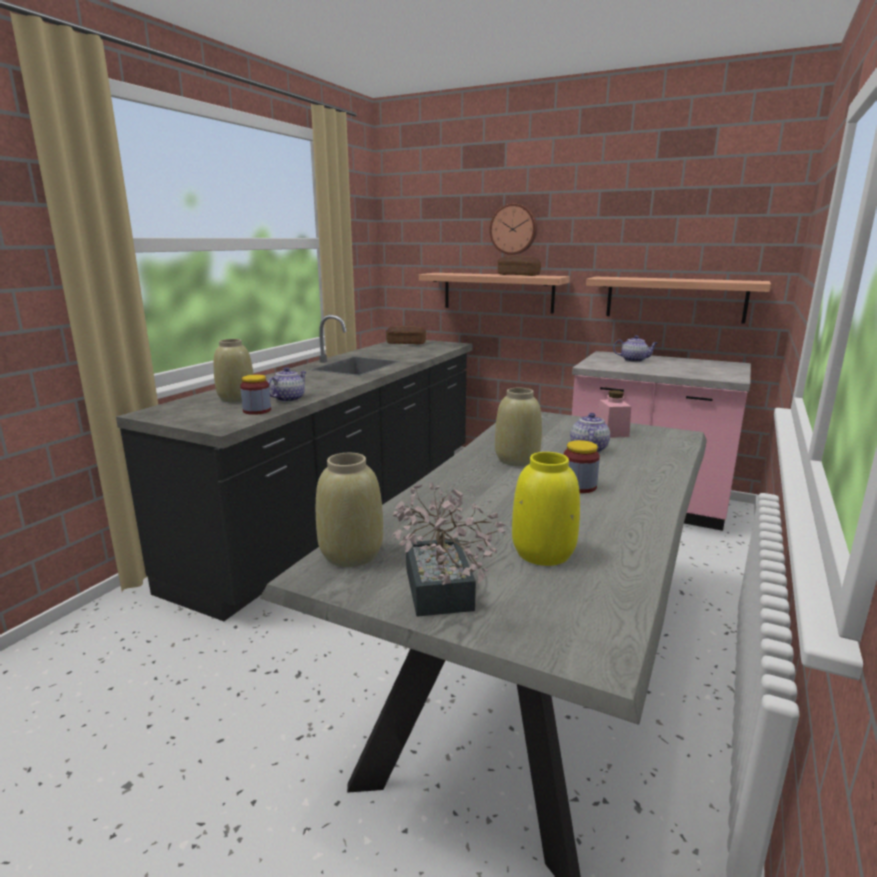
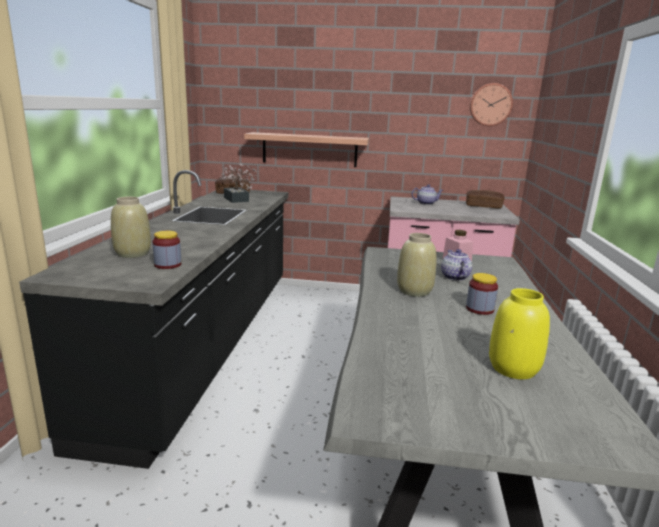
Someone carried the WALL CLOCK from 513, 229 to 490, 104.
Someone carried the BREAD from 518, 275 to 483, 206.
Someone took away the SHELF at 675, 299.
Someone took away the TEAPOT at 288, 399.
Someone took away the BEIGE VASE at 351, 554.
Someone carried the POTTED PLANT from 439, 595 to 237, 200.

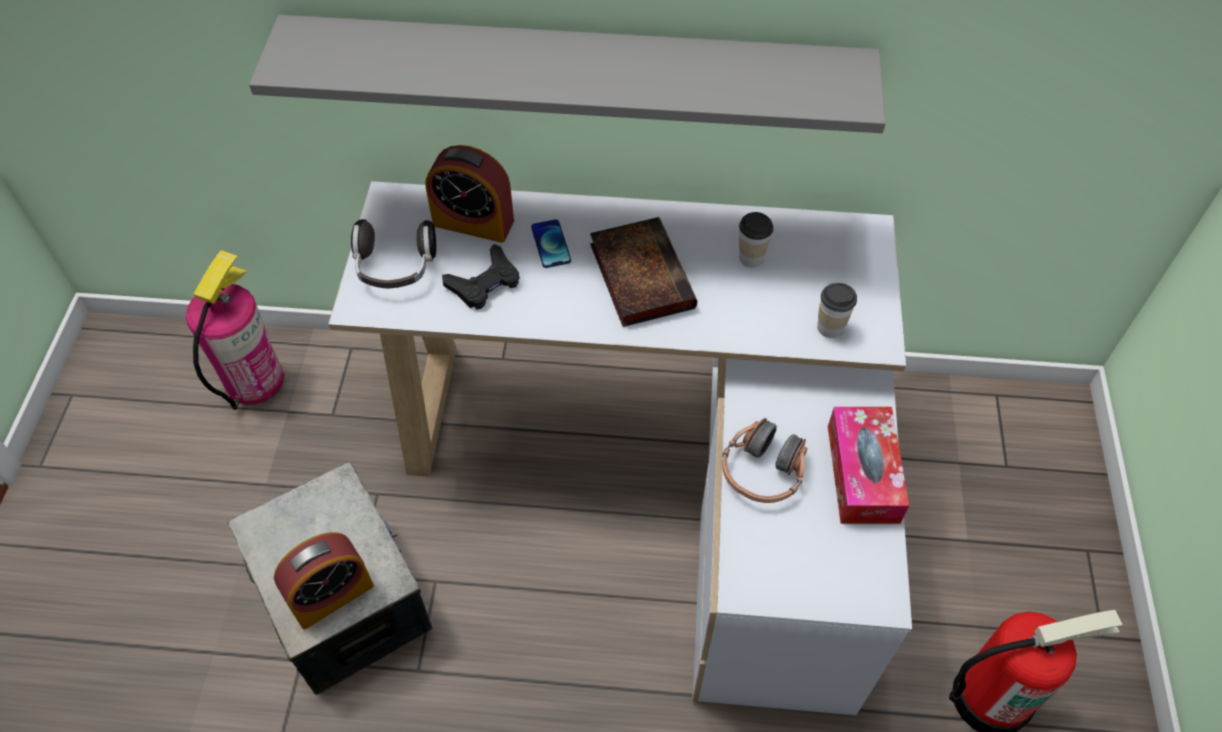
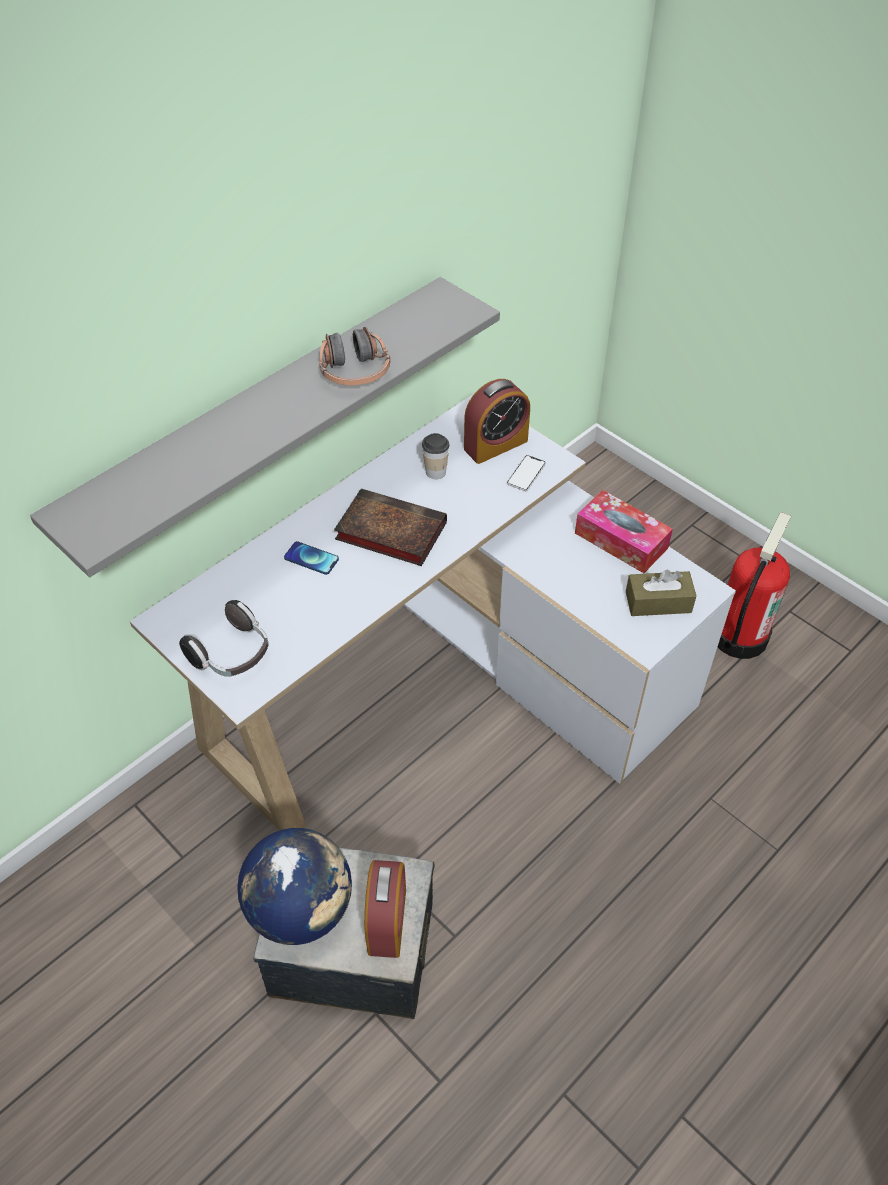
Someone carried the ALARM CLOCK from 473, 222 to 495, 445.
Someone took away the BLACK GAME CONTROLLER at 484, 283.
Someone took away the FIRE EXTINGUISHER at 254, 380.
Someone swapped the CUP at 830, 327 for the PHONE at 526, 474.
Someone carried the HEADPHONES from 763, 471 to 354, 371.
Someone put down the BROWN TISSUE BOX at 658, 602.
Someone put down the GLOBE at 301, 909.

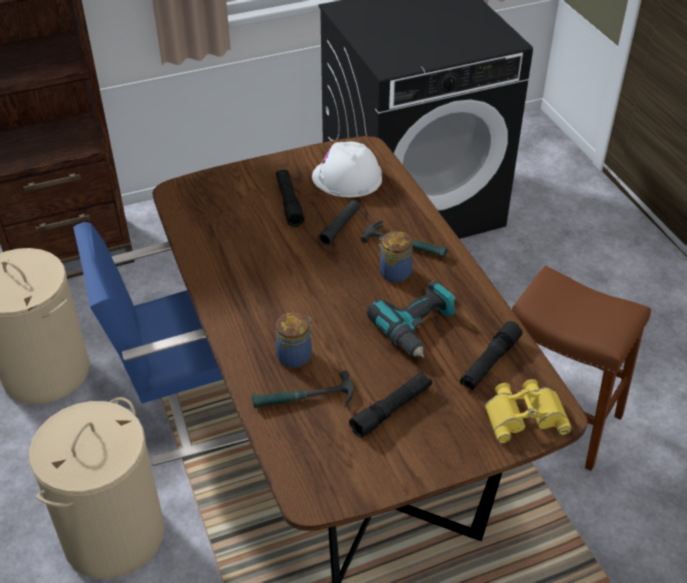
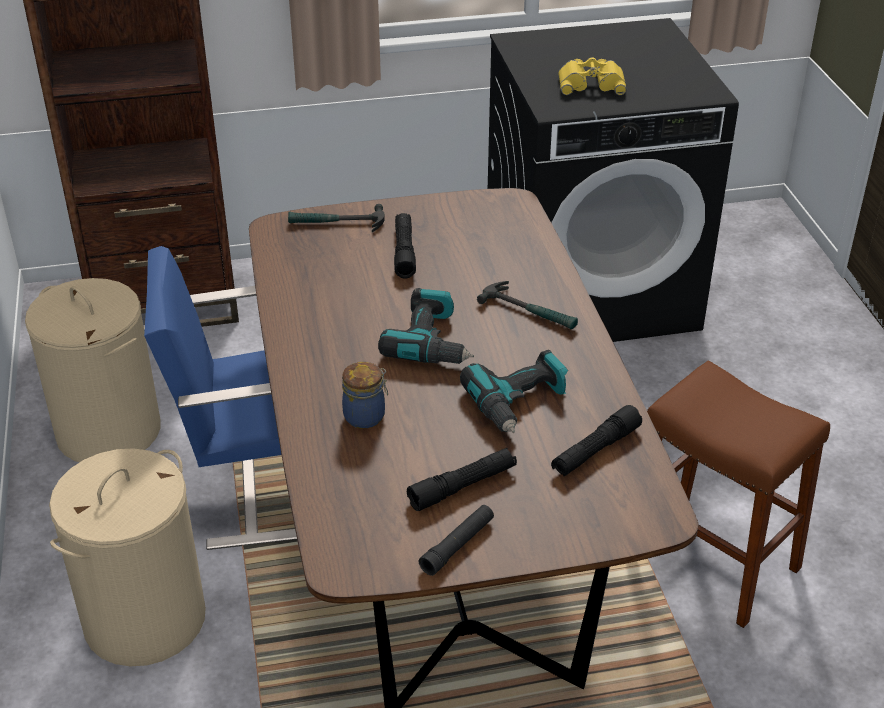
Someone took away the WHITE HARD HAT at 347, 178.
Someone carried the BLACK FLASHLIGHT from 340, 227 to 457, 545.
Someone took away the JAR at 394, 272.
Someone carried the HAMMER from 304, 399 to 336, 223.
Someone carried the YELLOW BINOCULARS from 524, 414 to 591, 83.
Someone put down the POWER DRILL at 431, 342.

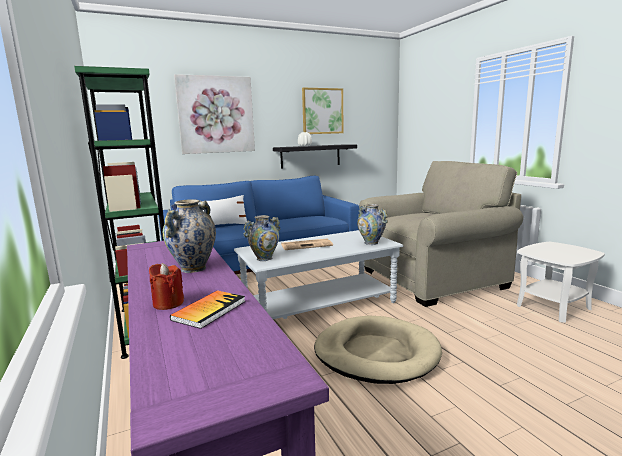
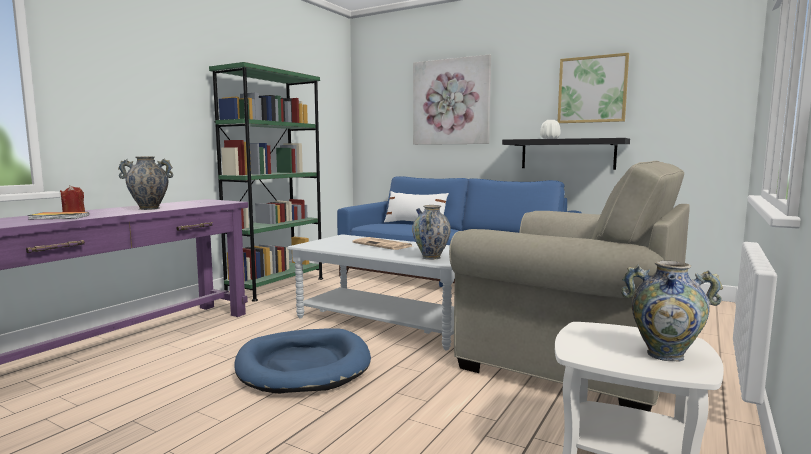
Someone carried the VASE from 264, 258 to 665, 355.
Someone repainted the BEIGE DOG BED at 376, 353, which became the BLUE DOG BED at 303, 365.

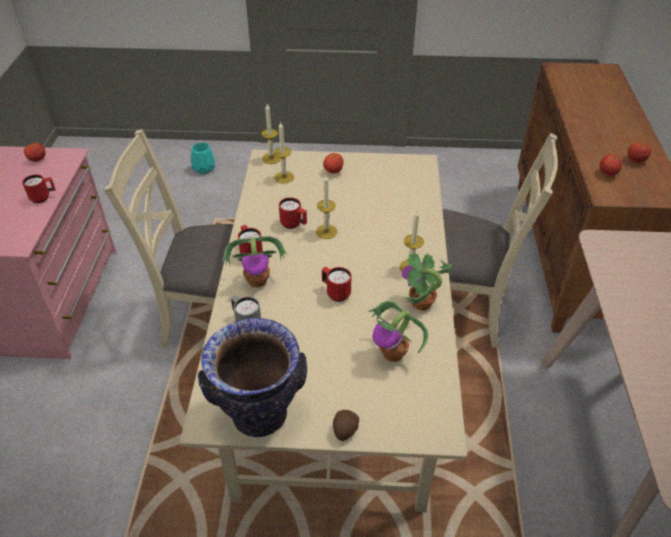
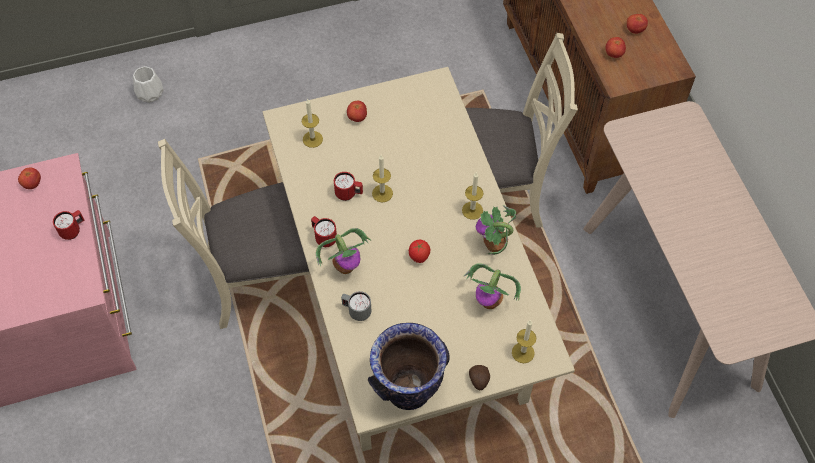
Someone carried the CANDLE from 271, 158 to 523, 352.
Someone repainted the TURQUOISE VASE at 204, 168, which became the WHITE VASE at 150, 93.
Someone swapped the RED MUG at 335, 293 for the TOMATO at 419, 257.

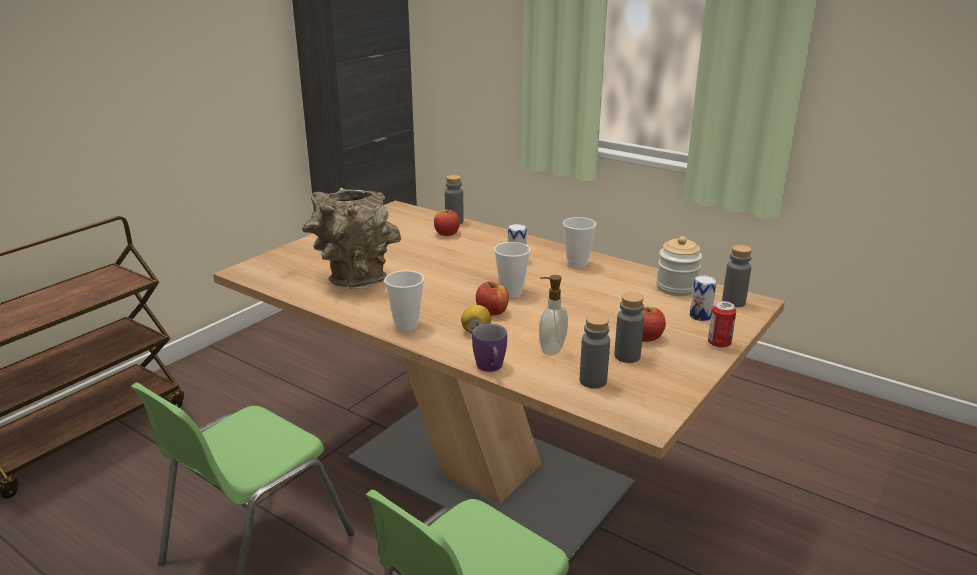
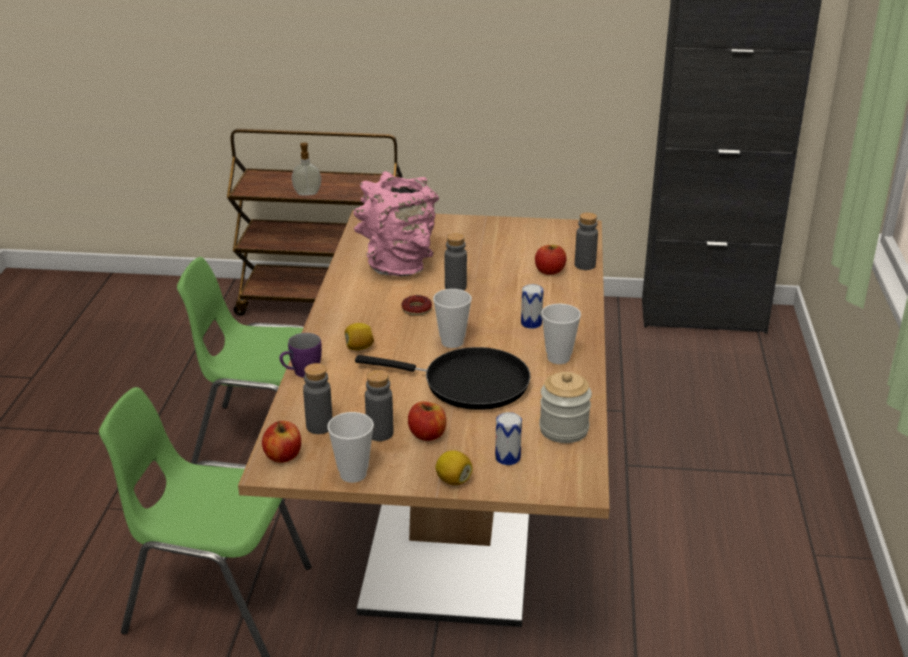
Someone repainted the BROWN VASE at 353, 280, which became the PINK VASE at 399, 265.
Someone carried the GREY BOTTLE from 733, 302 to 455, 287.
Someone carried the CUP from 406, 325 to 353, 474.
Someone carried the SOAP DISPENSER from 551, 349 to 307, 193.
Someone carried the APPLE from 492, 311 to 283, 456.
Someone swapped the CAN at 719, 344 for the LEMON at 453, 480.
Someone put down the DONUT at 416, 309.
Someone put down the BLACK FRYING PAN at 468, 384.

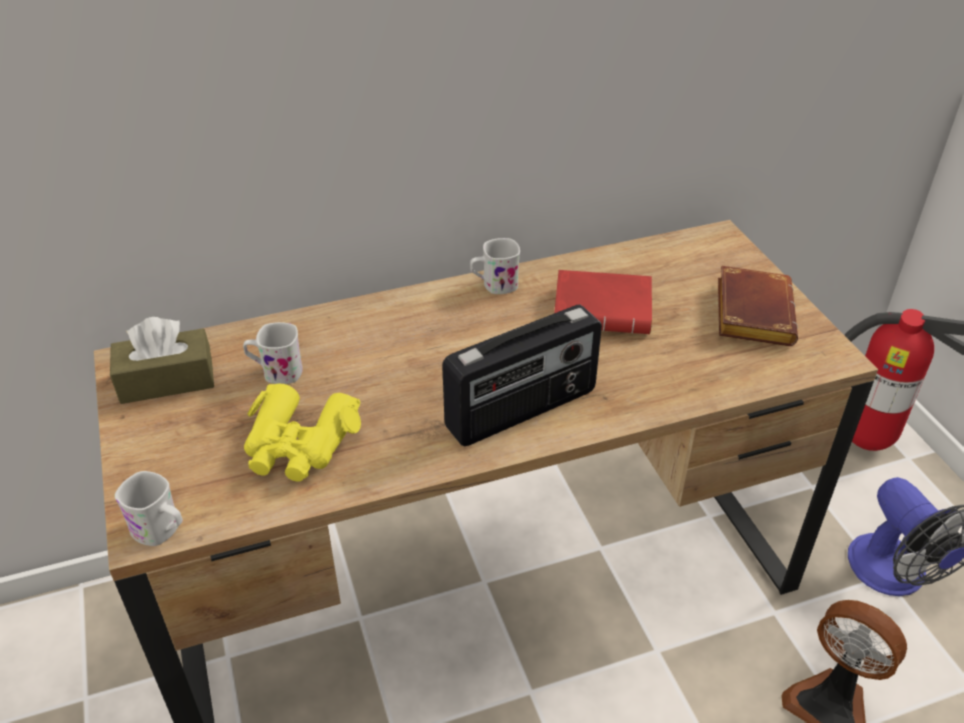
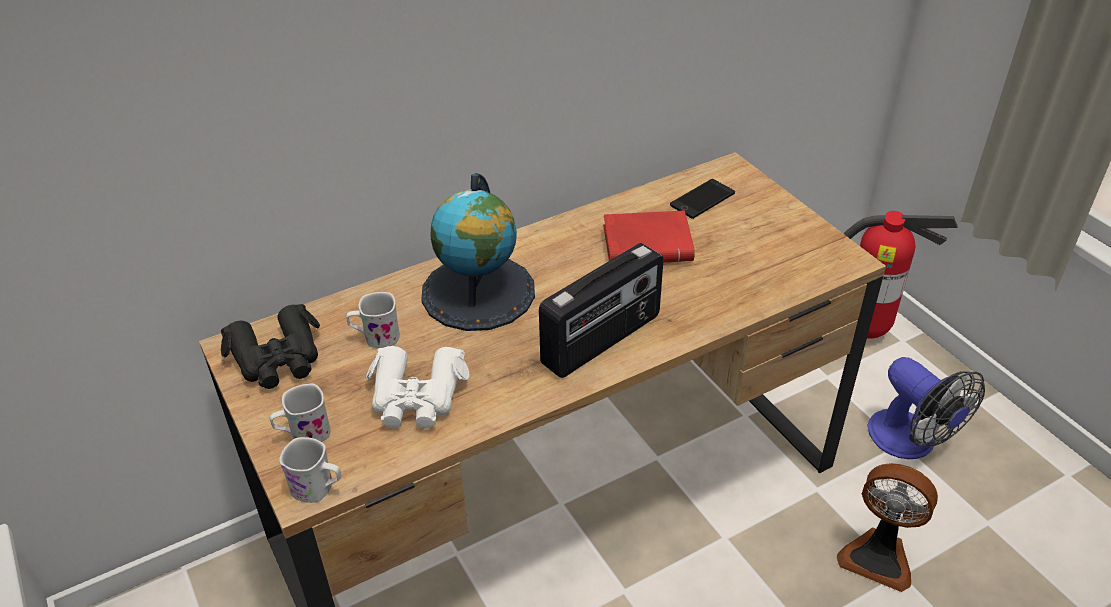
Someone carried the WHITE MUG from 494, 285 to 304, 434.
Someone took away the BROWN BOOK at 750, 312.
Someone swapped the BROWN TISSUE BOX at 167, 380 for the BLACK BINOCULARS at 277, 358.
Someone repainted the YELLOW BINOCULARS at 299, 444, which became the WHITE BINOCULARS at 416, 397.
Someone put down the GLOBE at 479, 292.
Someone put down the PHONE at 702, 199.

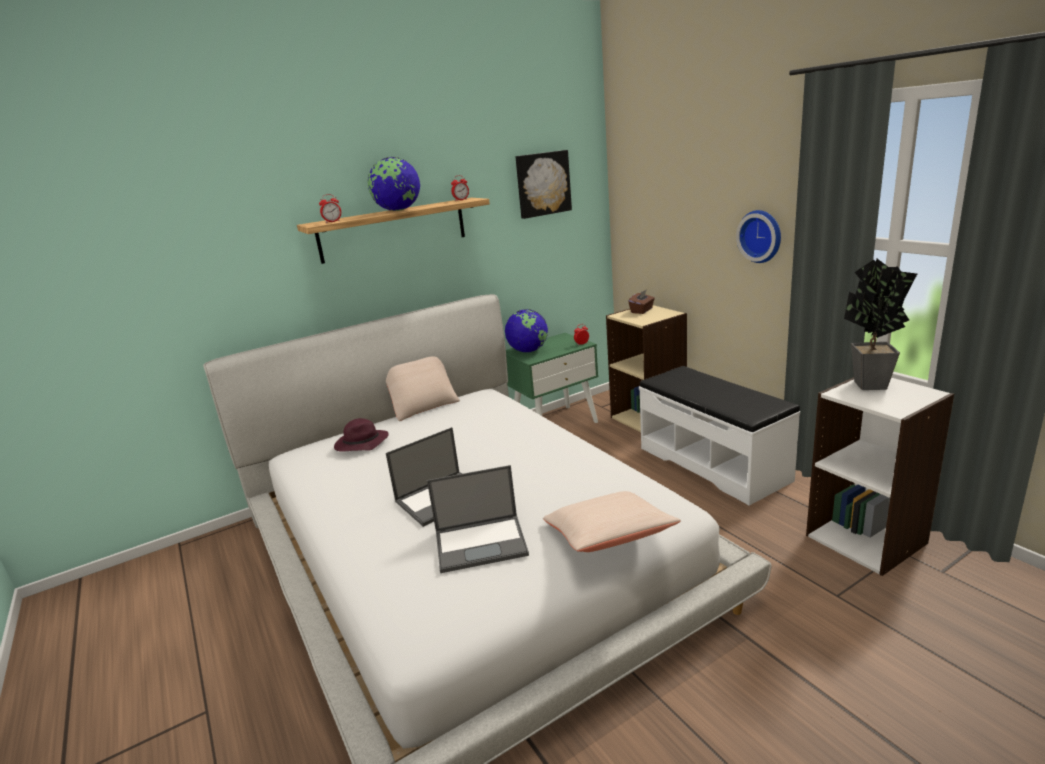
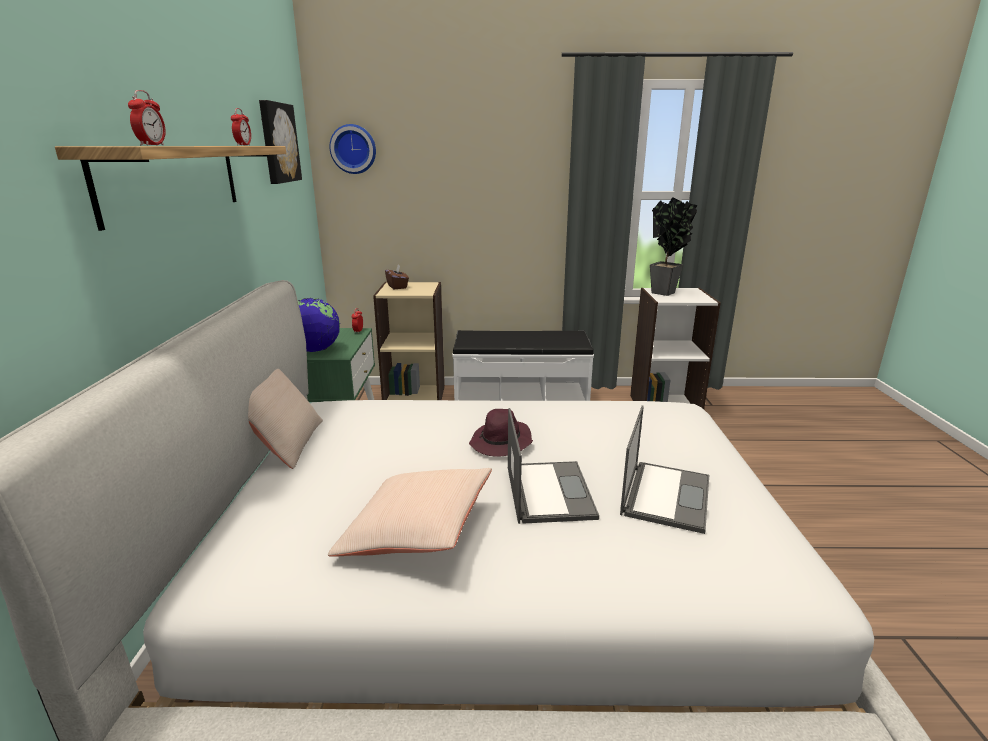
Someone took away the GLOBE at 398, 210.
Someone carried the WALL CLOCK from 761, 236 to 353, 149.
Someone carried the PURPLE HAT from 361, 444 to 501, 443.
Someone carried the BEIGE PILLOW from 608, 537 to 416, 531.

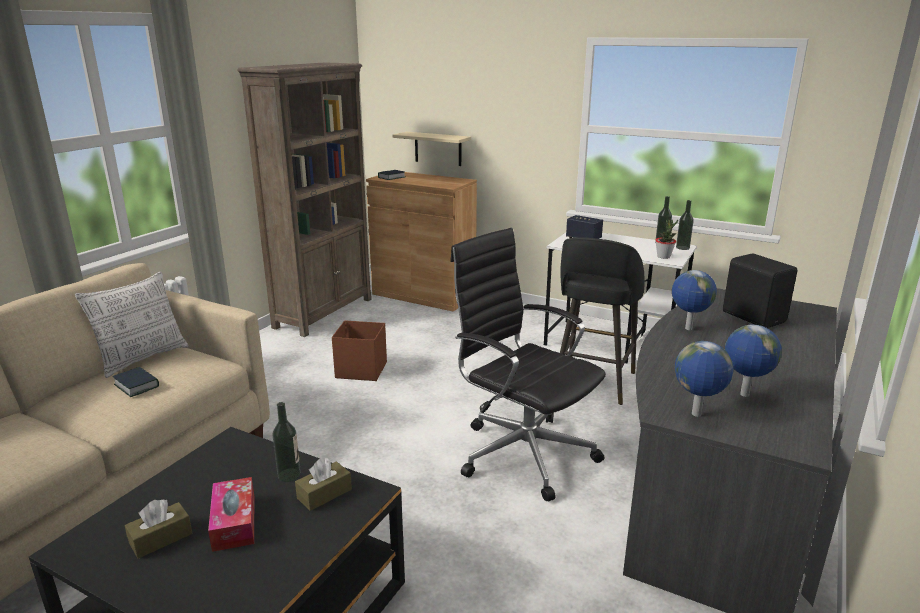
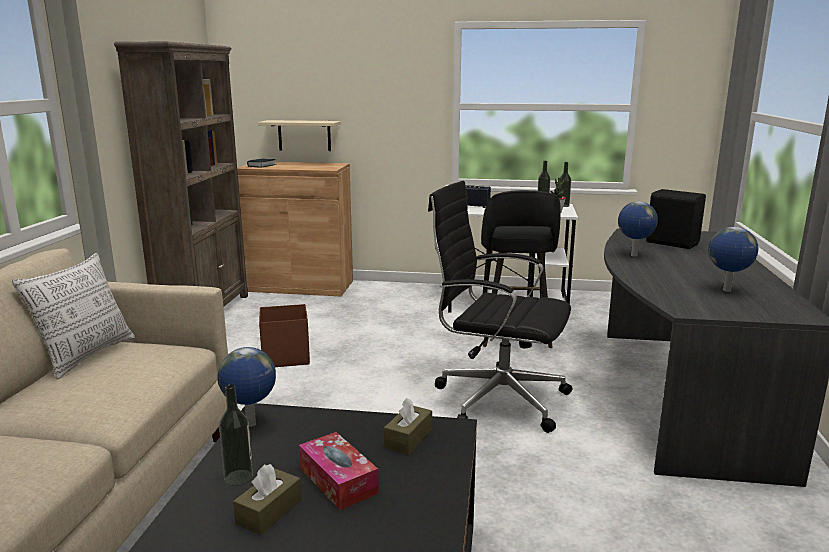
Someone carried the GLOBE from 696, 415 to 251, 425.
Someone took away the BOOK at 137, 385.
Someone carried the BOTTLE from 289, 475 to 238, 477.

